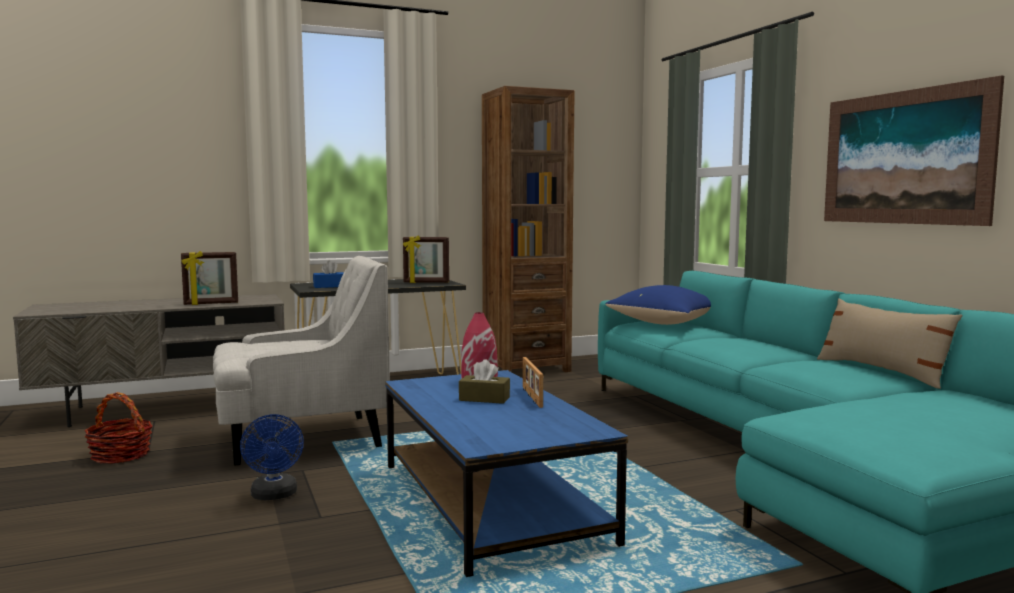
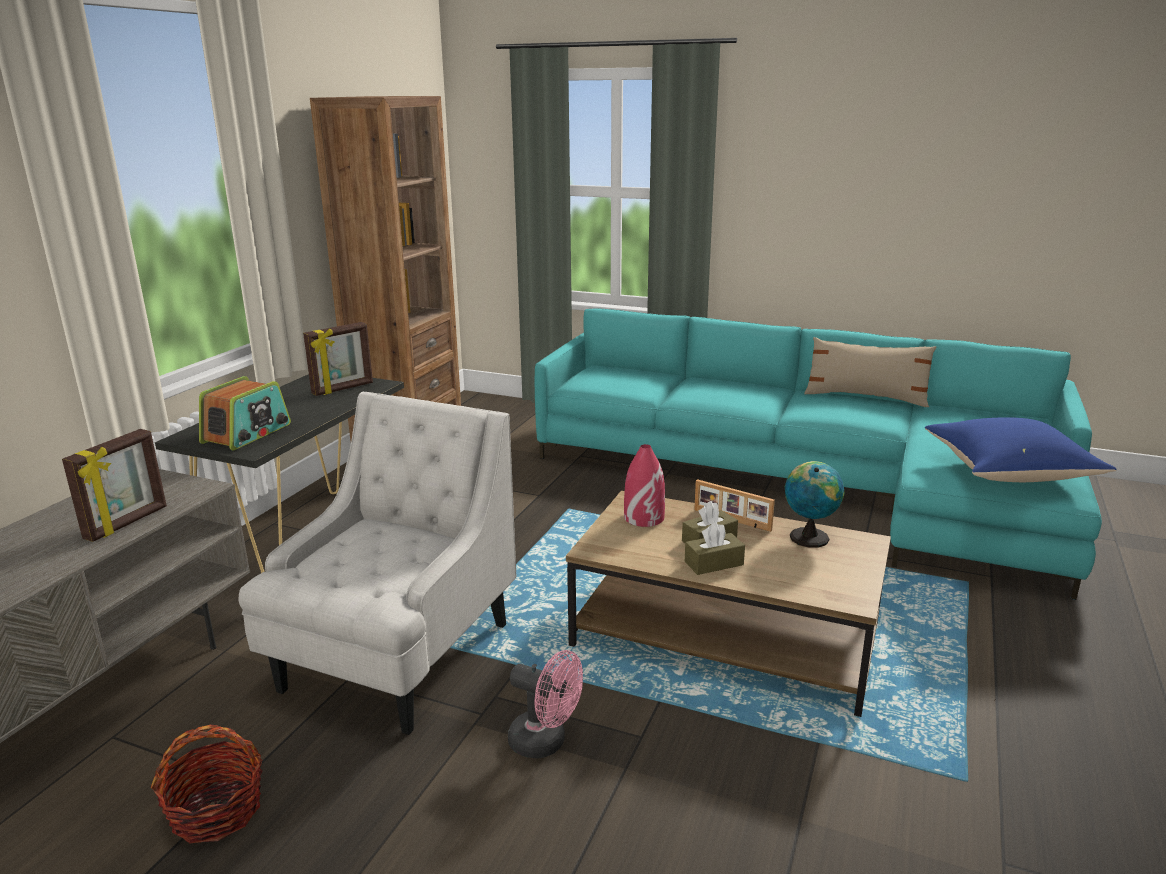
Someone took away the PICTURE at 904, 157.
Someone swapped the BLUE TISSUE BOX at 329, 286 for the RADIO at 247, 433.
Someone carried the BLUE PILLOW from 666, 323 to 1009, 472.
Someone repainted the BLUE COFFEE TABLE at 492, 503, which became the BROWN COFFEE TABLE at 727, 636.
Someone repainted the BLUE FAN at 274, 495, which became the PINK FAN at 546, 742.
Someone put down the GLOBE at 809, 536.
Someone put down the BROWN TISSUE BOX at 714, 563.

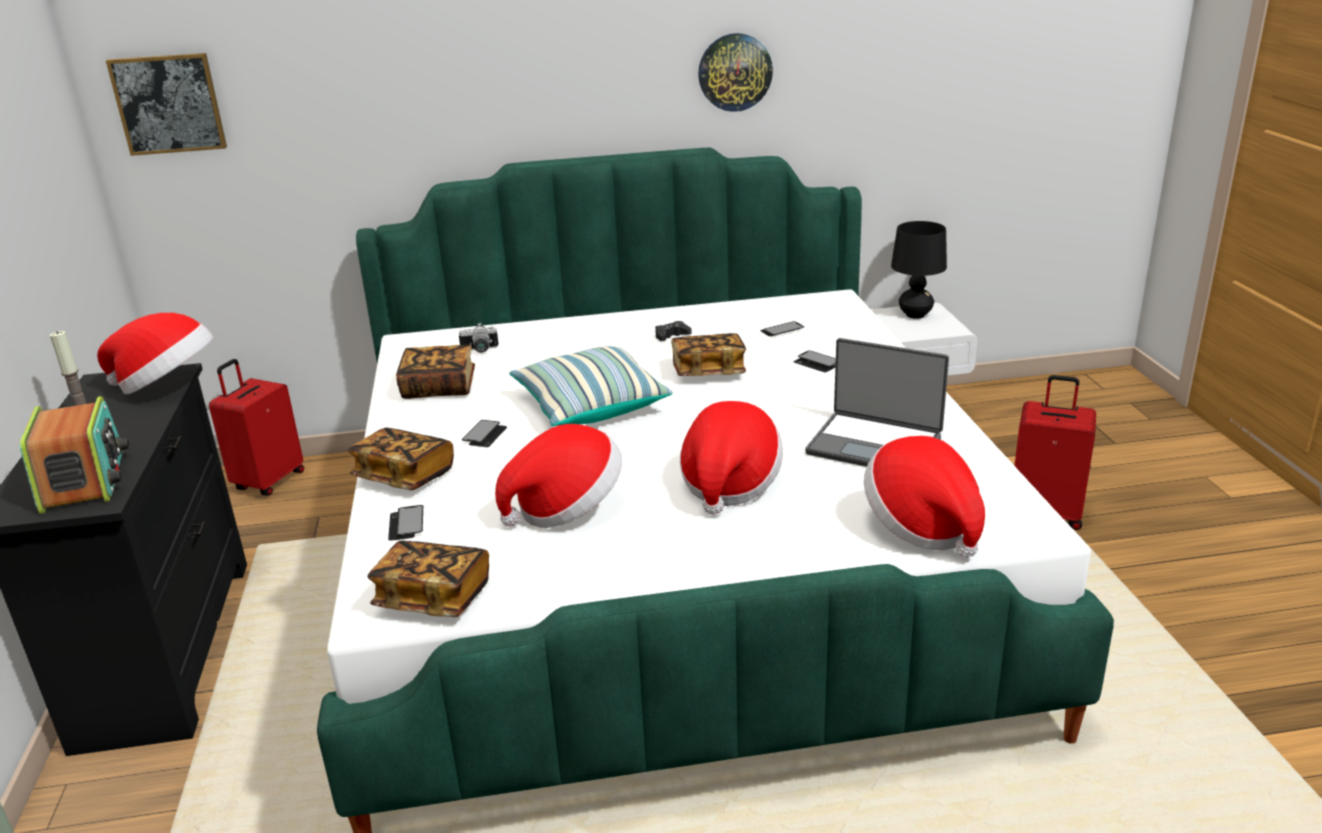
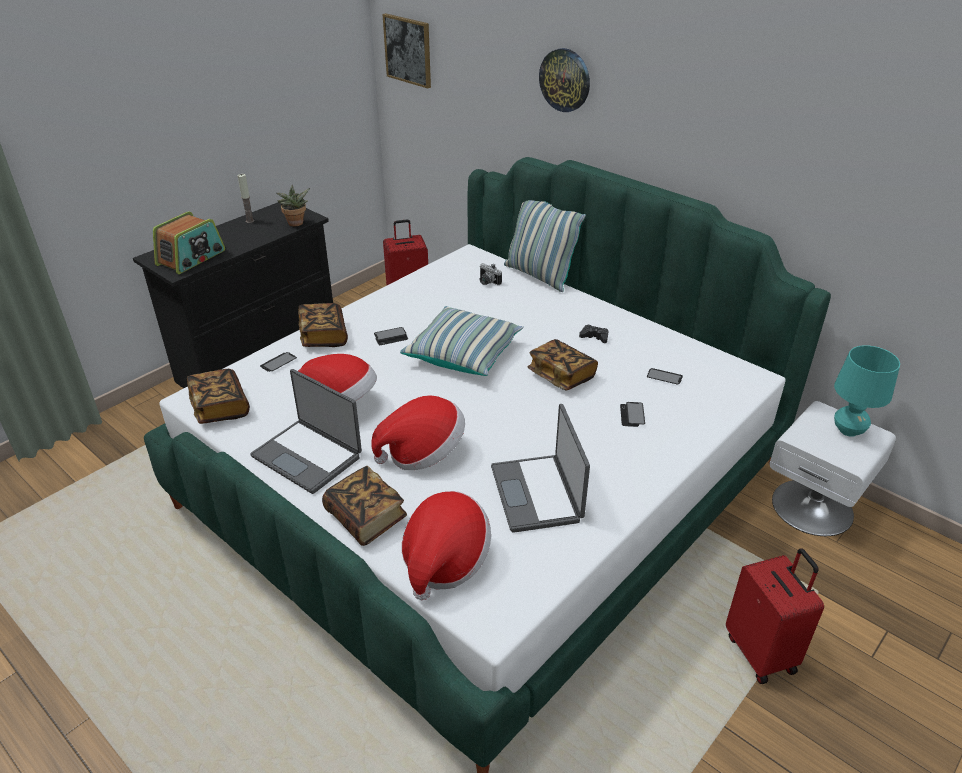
Someone carried the WALL CLOCK from 735, 72 to 565, 80.
Someone repainted the BLACK TABLE LAMP at 915, 315, which became the TURQUOISE TABLE LAMP at 848, 430.
Someone swapped the HAT at 168, 386 for the POTTED PLANT at 295, 224.
Someone carried the BOOK from 439, 388 to 366, 517.
Someone put down the PILLOW at 539, 275.
Someone put down the LAPTOP at 308, 456.

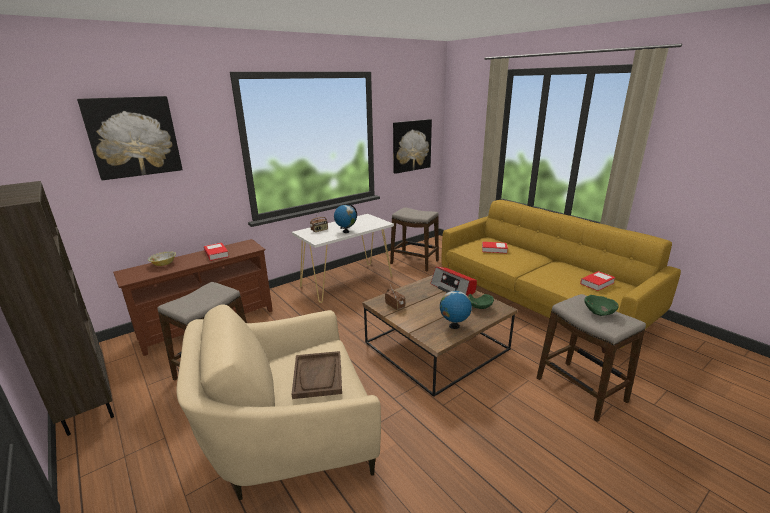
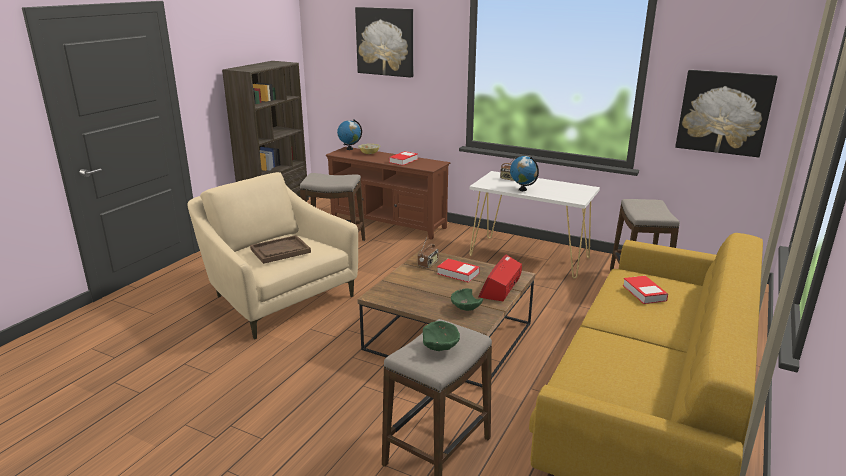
Someone carried the BOOK from 597, 283 to 458, 273.
Someone carried the GLOBE from 454, 326 to 349, 149.

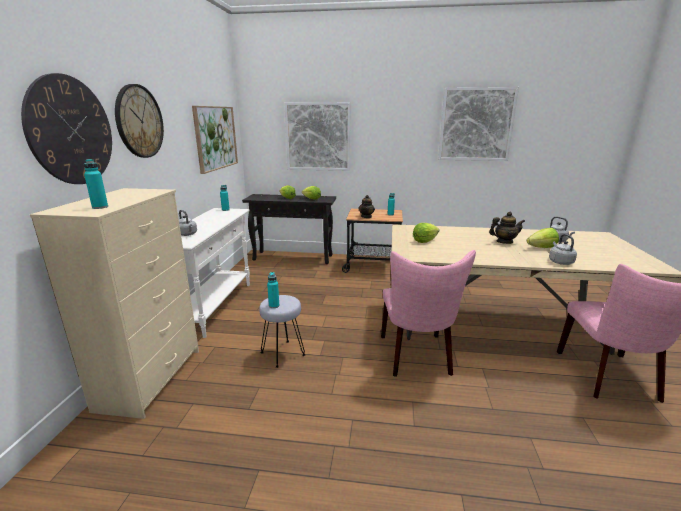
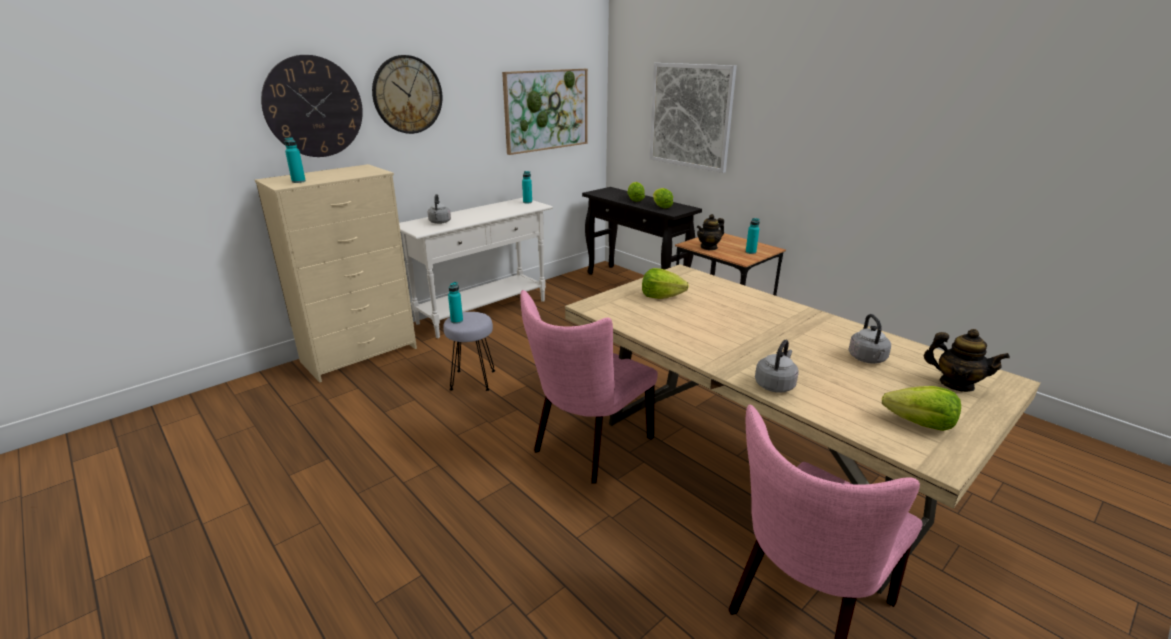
Someone took away the PICTURE at 476, 124.
Someone carried the TEAPOT from 504, 242 to 956, 384.
Someone carried the LETTUCE from 541, 248 to 920, 424.

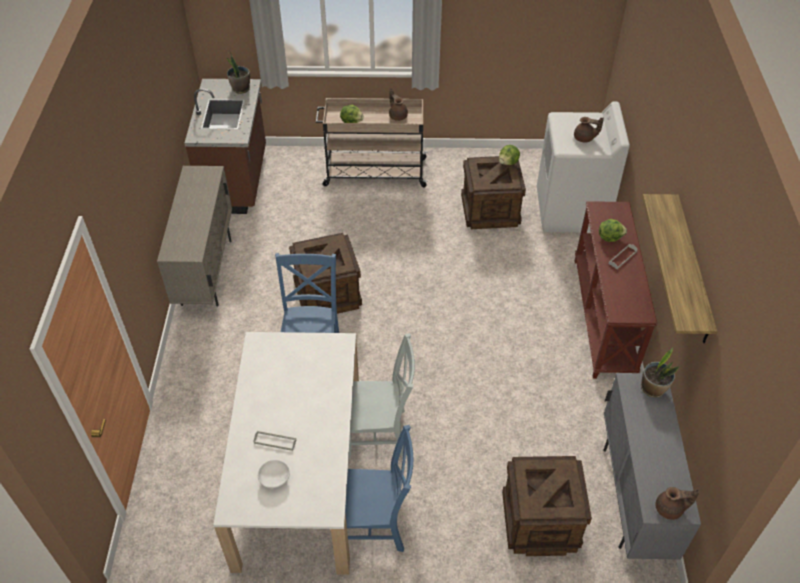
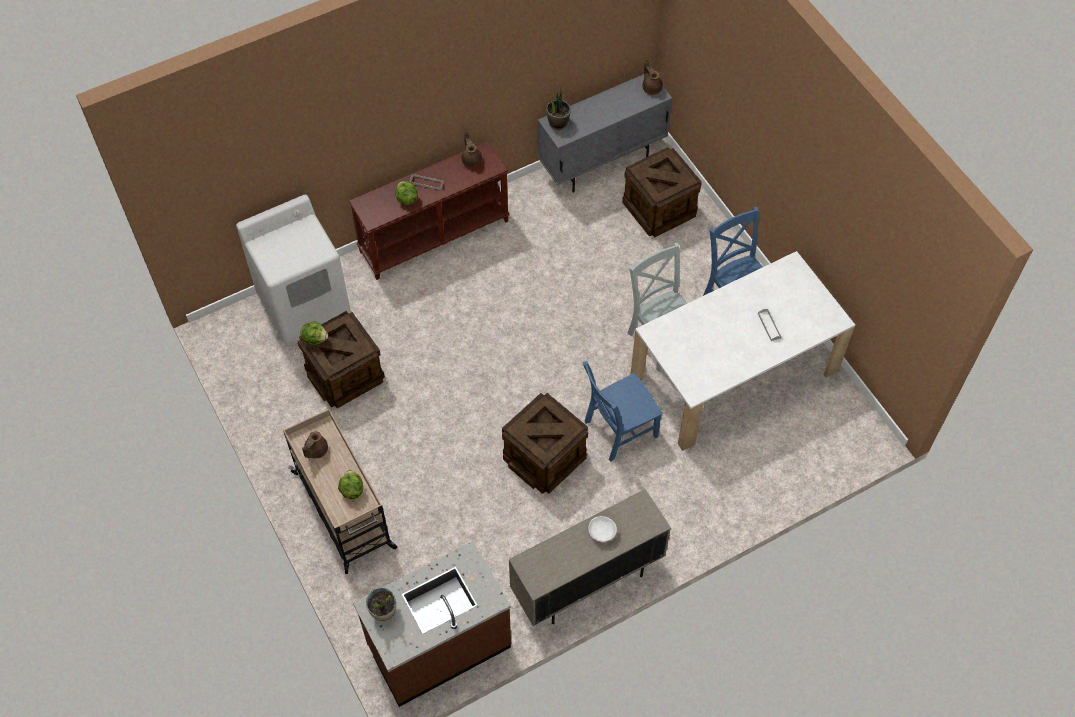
Someone carried the BROWN TEAPOT from 584, 138 to 471, 160.
Someone took away the SHELF at 692, 269.
Someone carried the WHITE BOWL from 274, 478 to 601, 533.

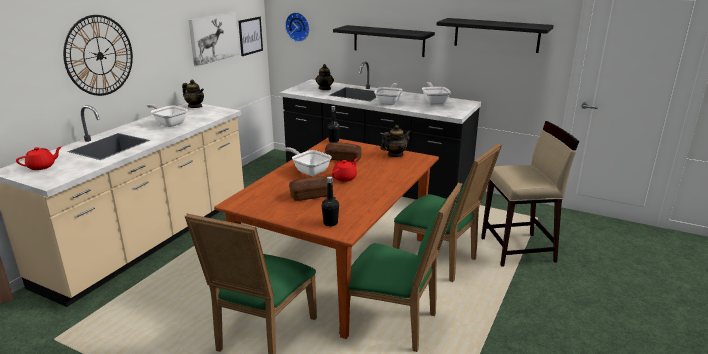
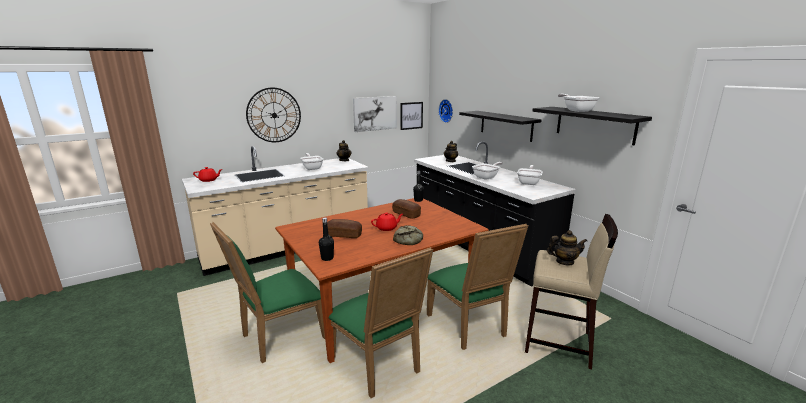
Someone carried the TEAPOT from 395, 155 to 564, 262.
Someone carried the FRYING PAN from 309, 171 to 576, 110.
Someone put down the BREAD at 409, 239.

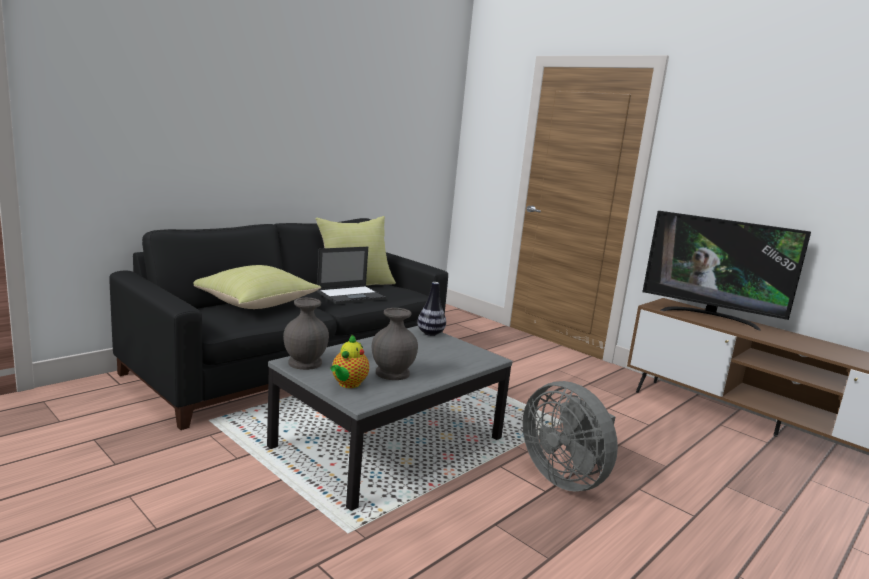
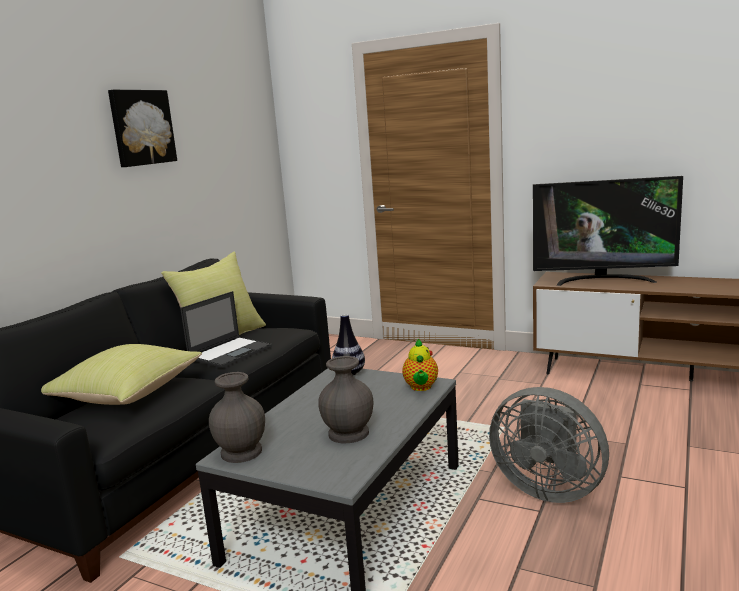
Someone carried the TEAPOT from 348, 384 to 421, 387.
Someone put up the PICTURE at 141, 127.

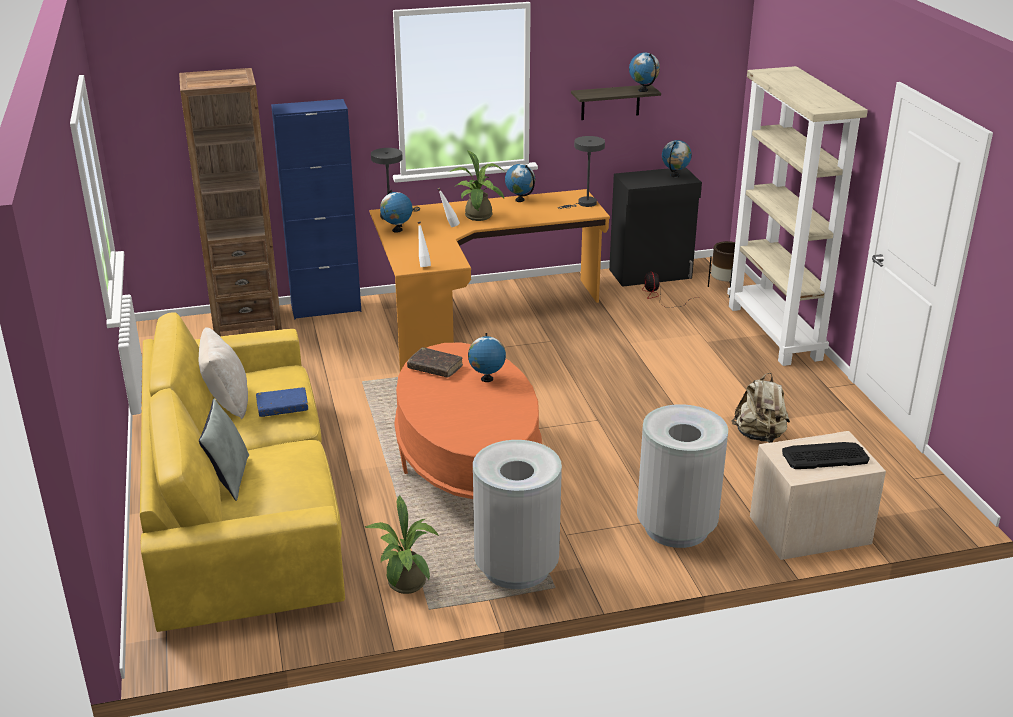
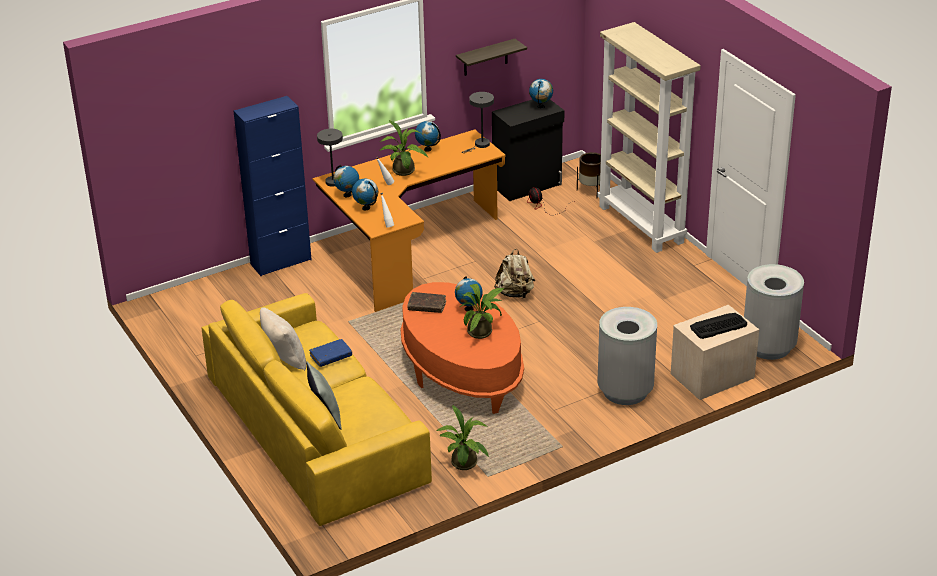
Someone carried the GLOBE from 643, 90 to 366, 208.
Someone took away the BROWN BOOKCASE at 246, 322.
Someone carried the BEIGE BACKPACK from 760, 436 to 515, 293.
Someone carried the GREY TRASH CAN from 516, 567 to 768, 346.
Someone put down the POTTED PLANT at 482, 331.

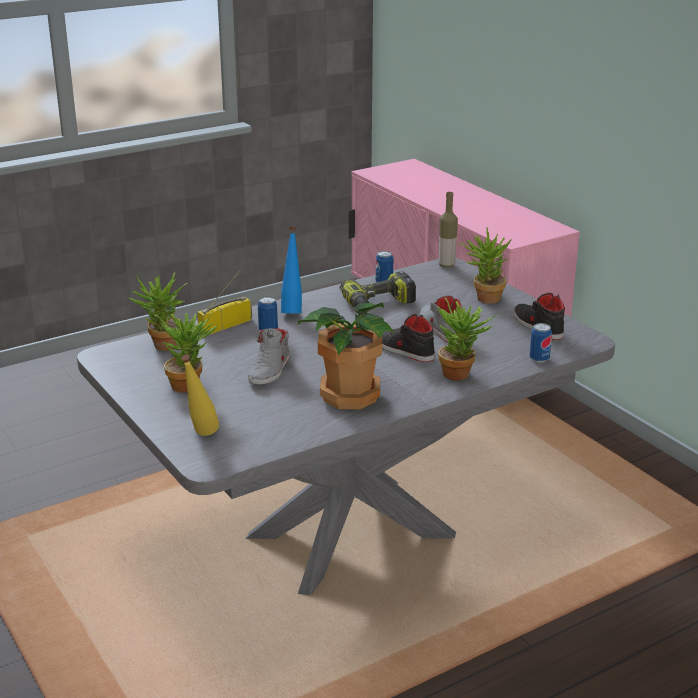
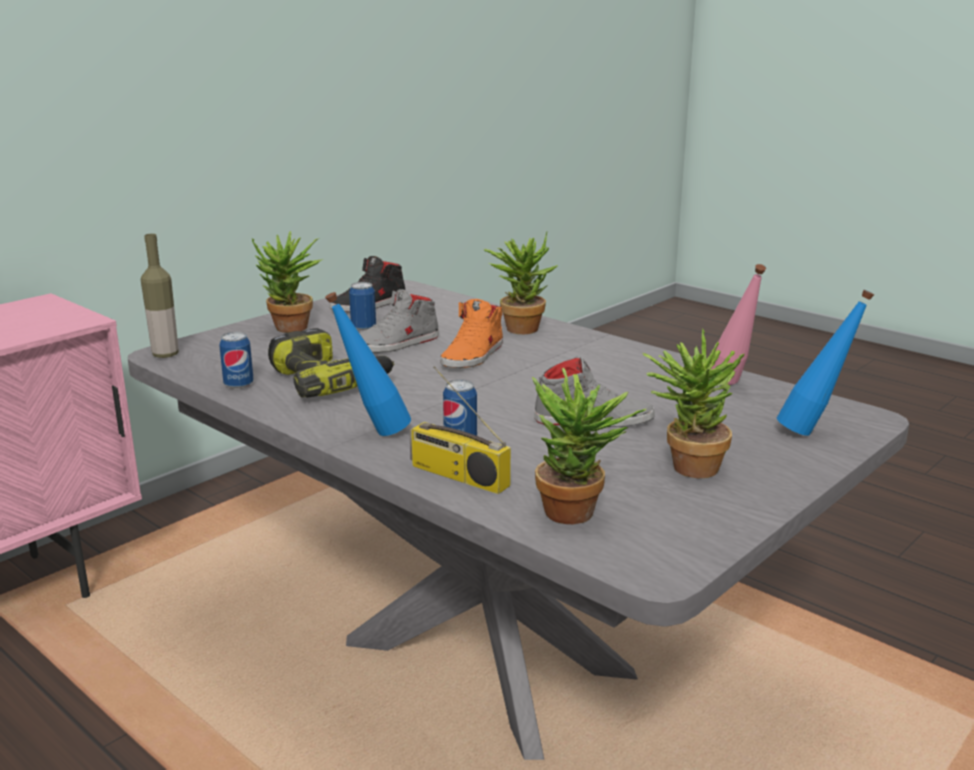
Someone took away the POTTED PLANT at 349, 395.
Someone repainted the BLACK SHOE at 402, 349, which became the ORANGE SHOE at 473, 356.
Someone carried the CAN from 539, 359 to 363, 328.
Someone repainted the YELLOW BOTTLE at 201, 437, which became the BLUE BOTTLE at 814, 432.
Someone put down the PINK BOTTLE at 732, 386.

